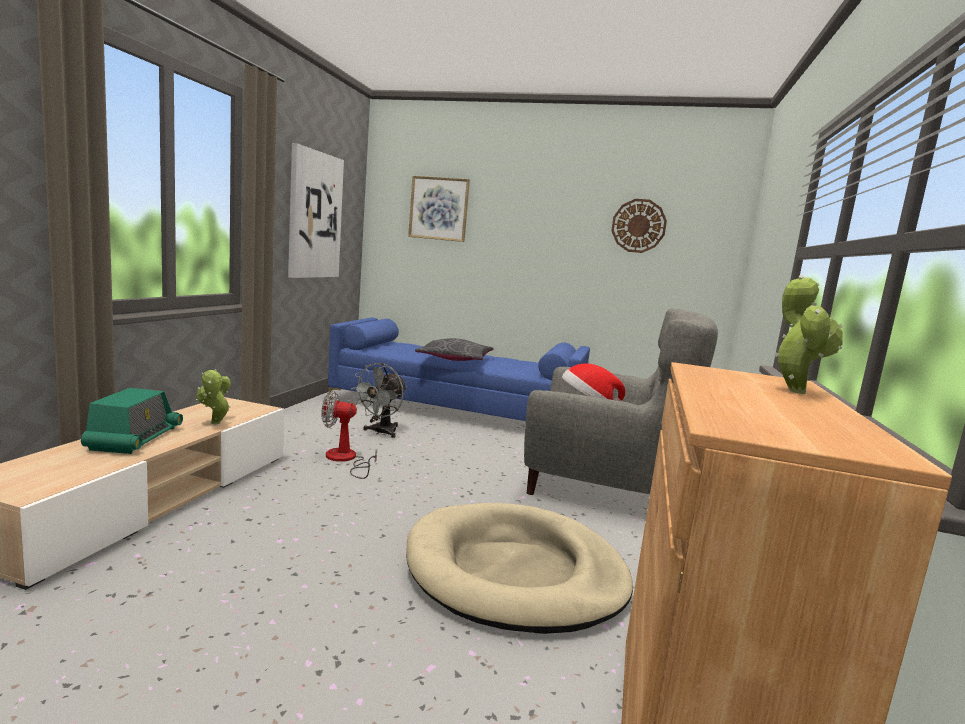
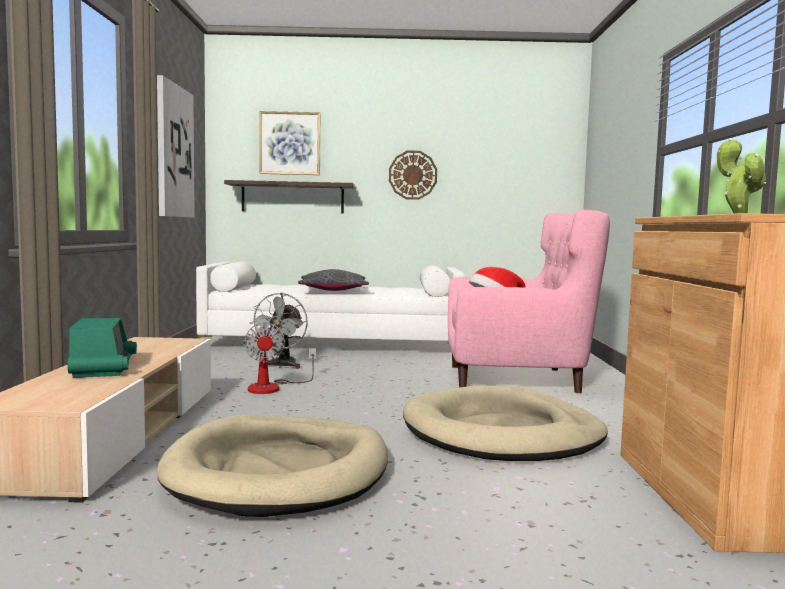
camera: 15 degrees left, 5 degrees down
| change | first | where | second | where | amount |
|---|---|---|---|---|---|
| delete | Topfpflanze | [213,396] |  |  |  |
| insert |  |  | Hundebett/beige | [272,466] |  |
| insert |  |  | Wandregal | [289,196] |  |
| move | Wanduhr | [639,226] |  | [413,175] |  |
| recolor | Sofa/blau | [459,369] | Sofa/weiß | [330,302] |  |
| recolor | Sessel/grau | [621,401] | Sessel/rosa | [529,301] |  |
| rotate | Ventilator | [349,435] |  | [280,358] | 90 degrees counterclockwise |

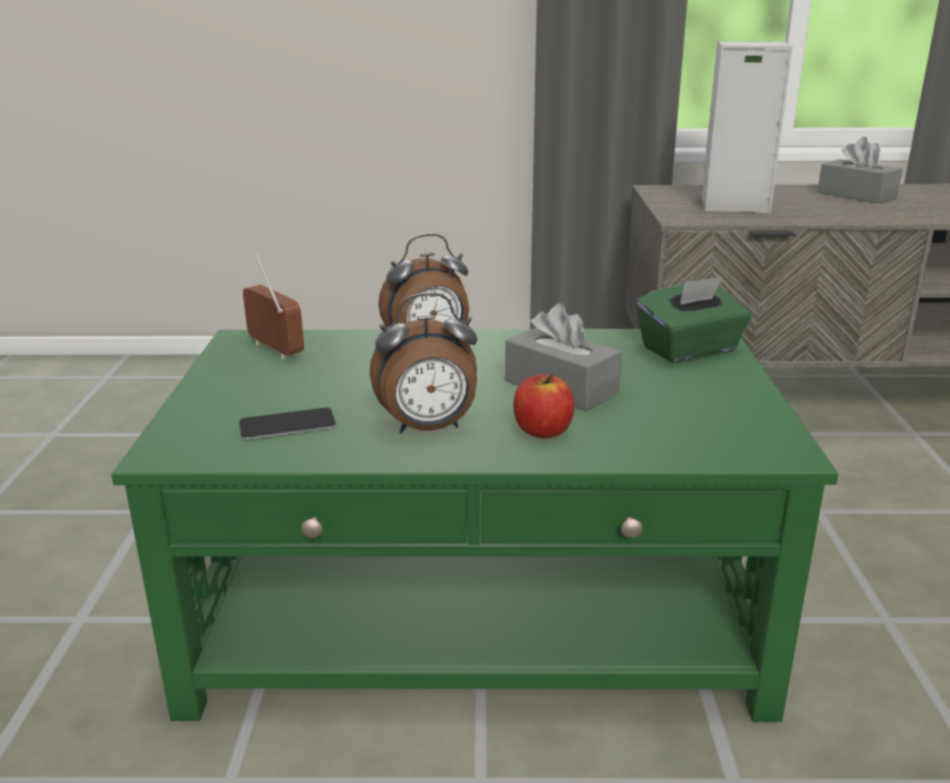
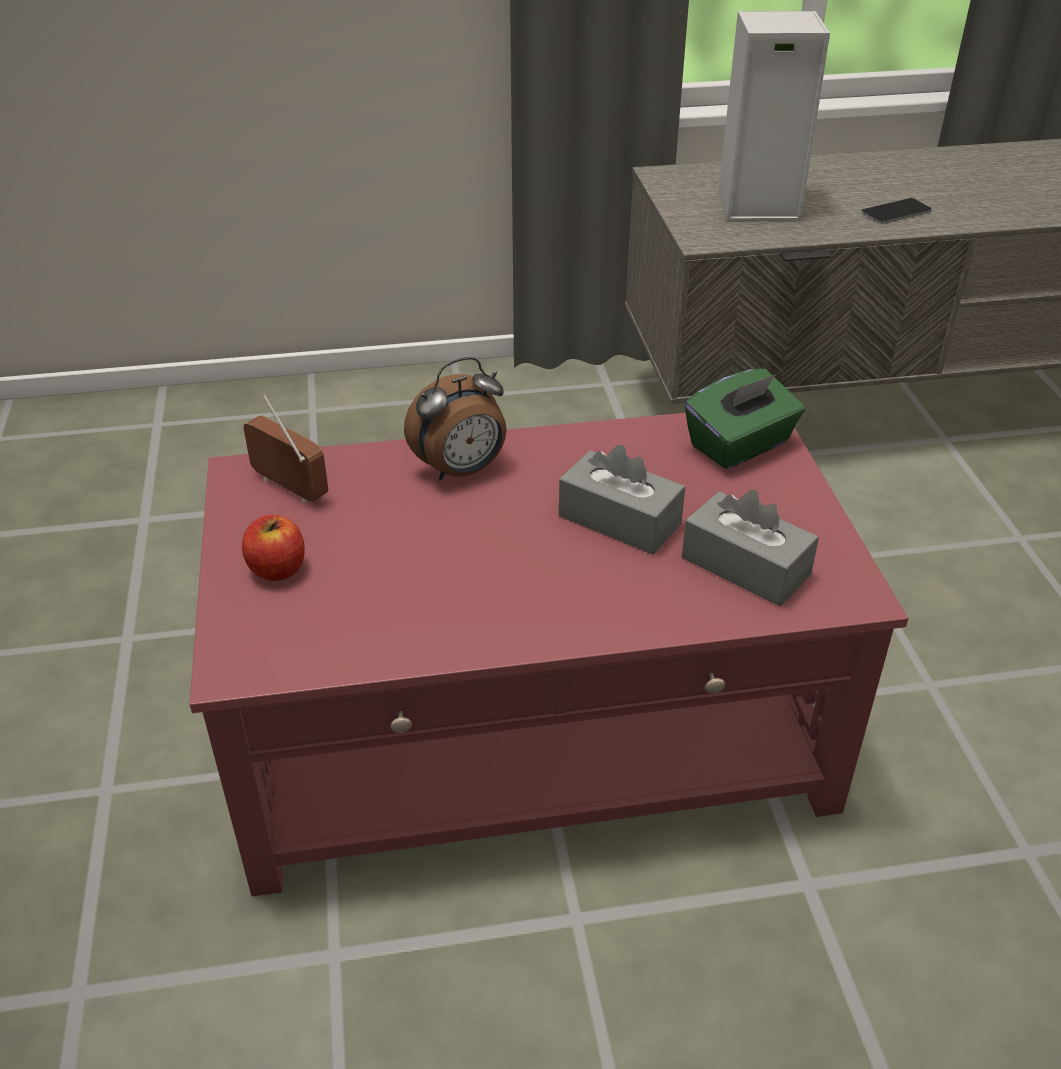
camera: 10 degrees left, 15 degrees up
| change | first | where | second | where | amount |
|---|---|---|---|---|---|
| delete | Wecker | [423,363] |  |  |  |
| move | Handy | [287,423] |  | [897,211] |  |
| move | Apfel | [544,406] |  | [273,548] |  |
| move | Taschentuchbox/grau | [860,170] |  | [750,548] |  |
| recolor | Couchtisch/grün | [474,525] | Couchtisch/rot | [549,655] |  |

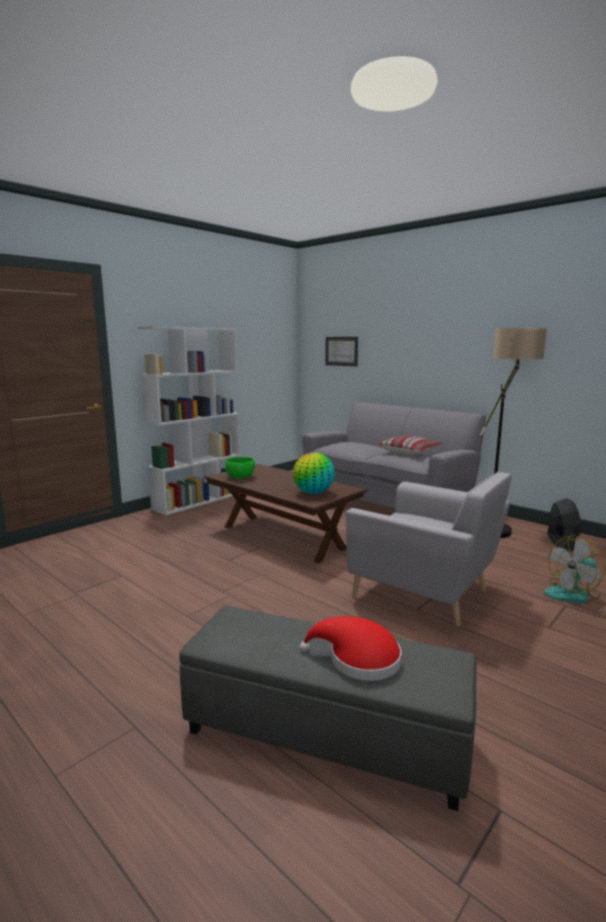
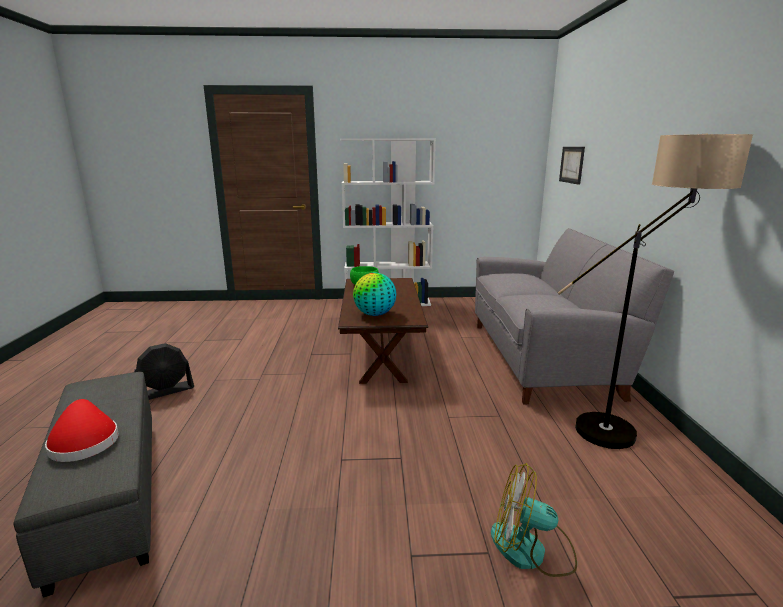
camera: 45 degrees right, 5 degrees up
| change | first | where | second | where | amount |
|---|---|---|---|---|---|
| delete | Sessel/grau | [429,549] |  |  |  |
| delete | Kissen | [409,445] |  |  |  |
| move | Ventilator/schwarz | [564,524] |  | [164,371] |  |

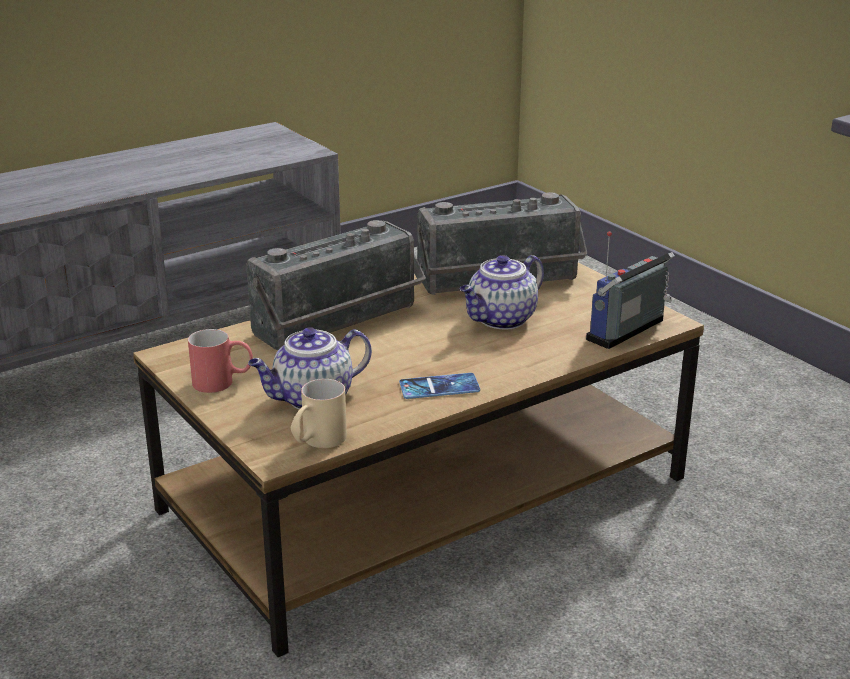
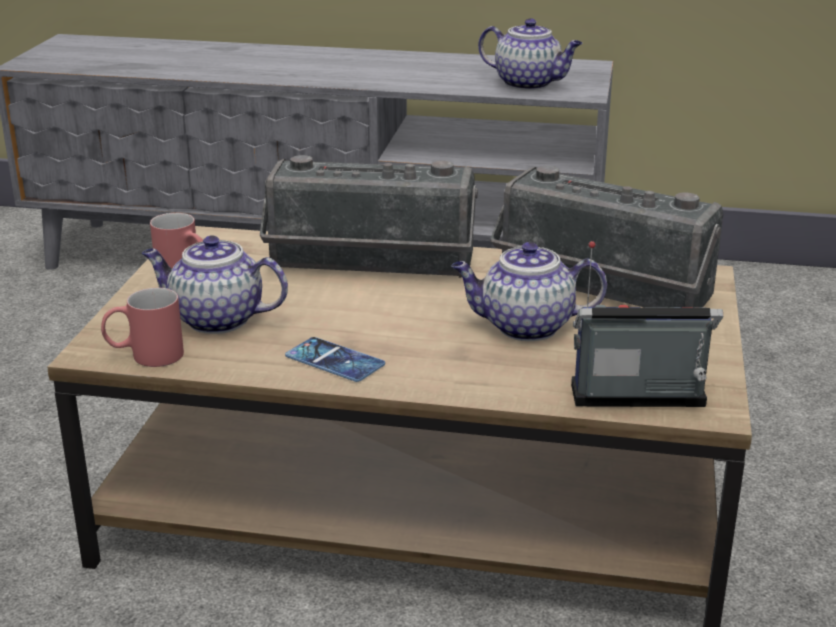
camera: 45 degrees right, 0 degrees up
| change | first | where | second | where | amount |
|---|---|---|---|---|---|
| insert |  |  | Teekanne | [530,54] |  |
| recolor | Henkelbecher/beige | [319,413] | Henkelbecher/rot | [142,327] |  |

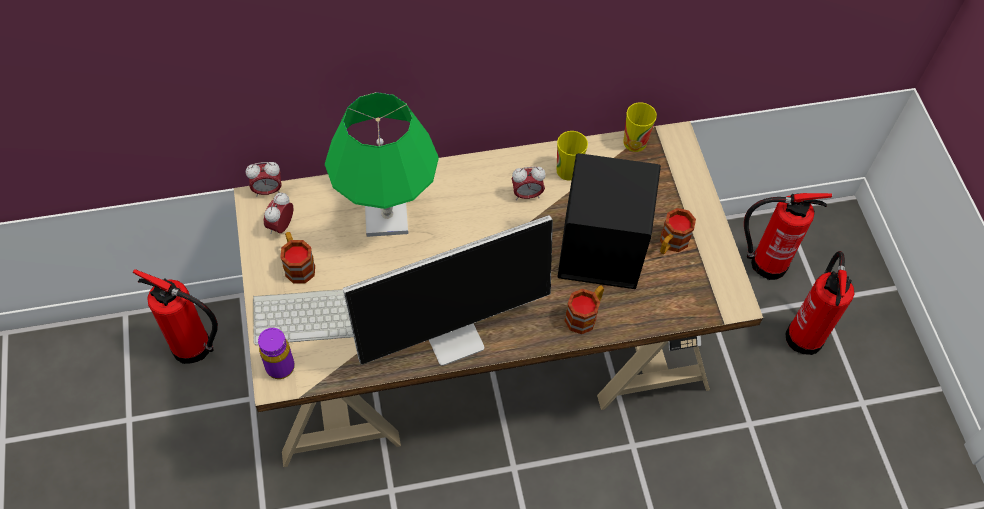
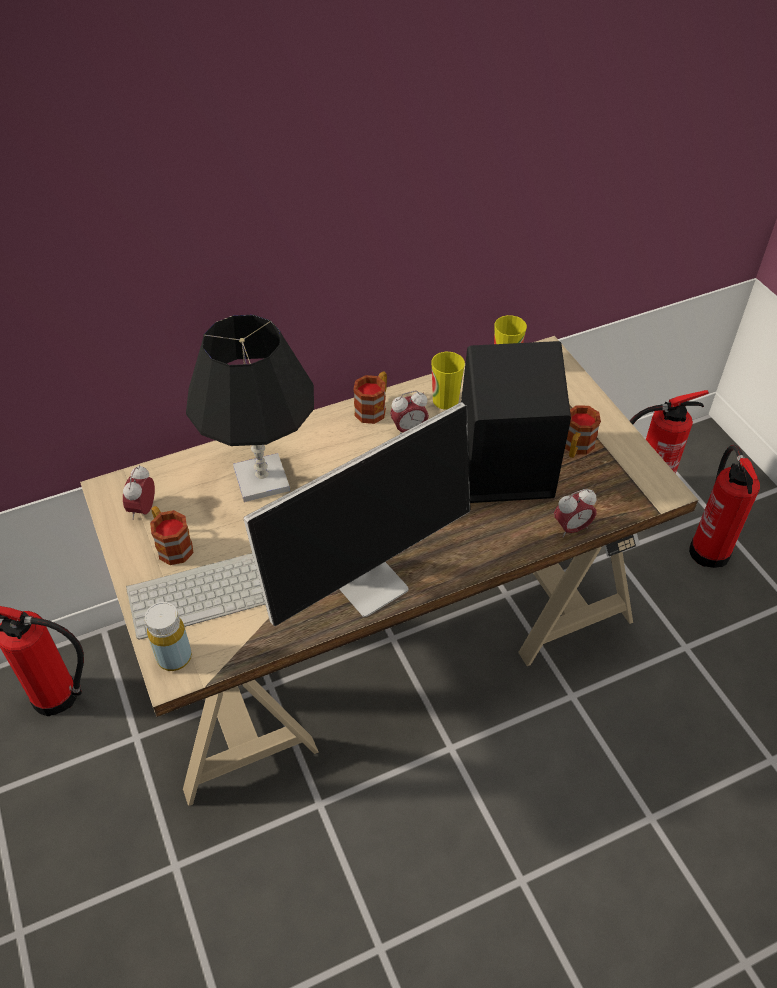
camera: 10 degrees left, 10 degrees down
| change | first | where | second | where | amount |
|---|---|---|---|---|---|
| move | Wecker | [264,179] |  | [575,513] |  |
| move | Henkelbecher | [584,309] |  | [370,397] |  |
| recolor | Flasche/lila | [276,353] | Flasche/gelb | [168,636] |  |
| recolor | Tischlampe/grün | [382,164] | Tischlampe/schwarz | [250,408] |  |

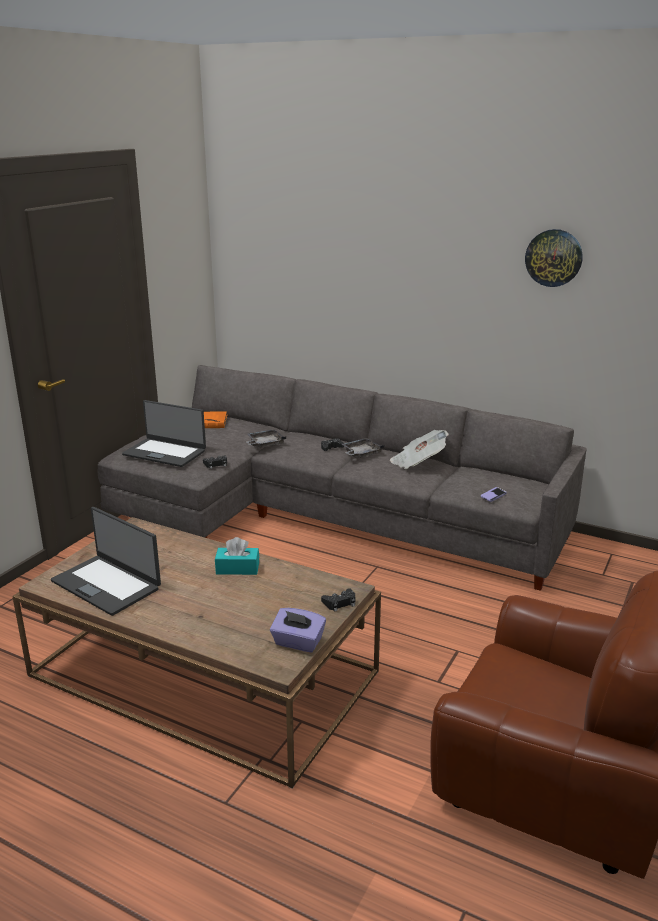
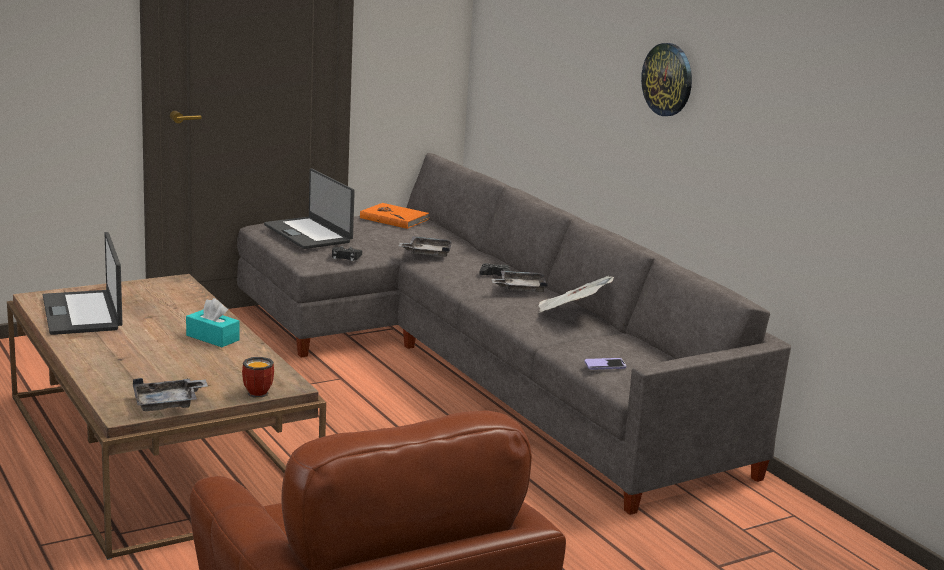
camera: 30 degrees right, 5 degrees down
| change | first | where | second | where | amount |
|---|---|---|---|---|---|
| move | Wanduhr | [554,258] |  | [666,79] |  |
| replace | Taschentuchbox/lila | [298,630] | Tablett/grau | [170,394] |  |
| replace | Gamepad/schwarz | [338,600] | Henkelbecher | [258,377] |  |

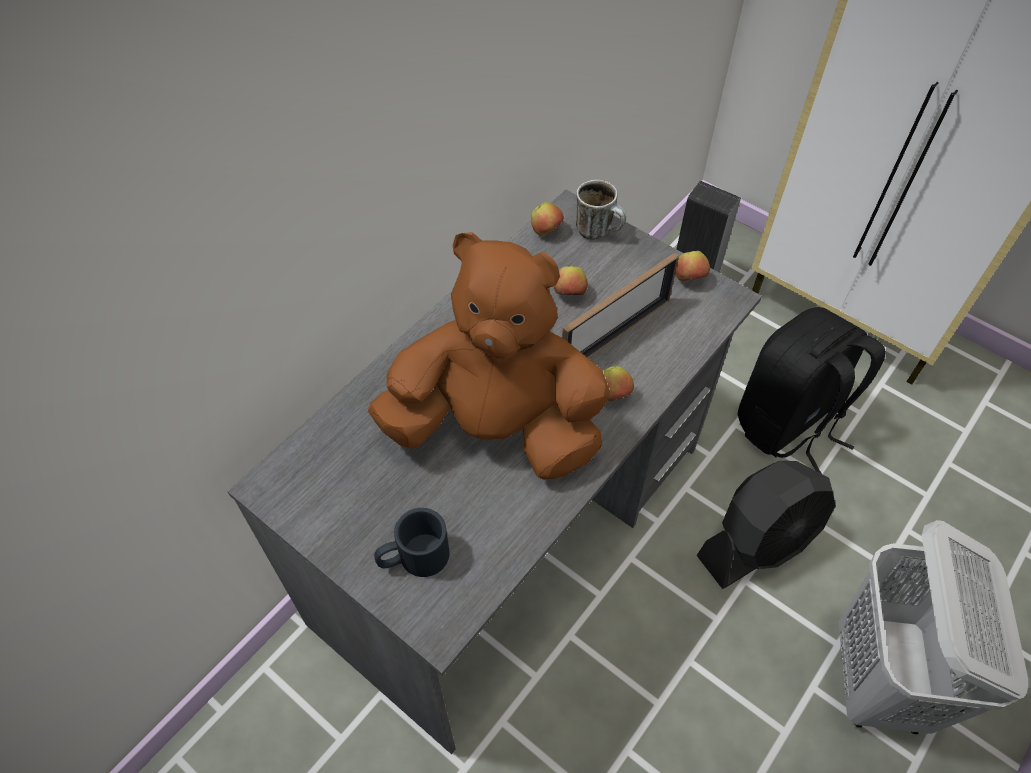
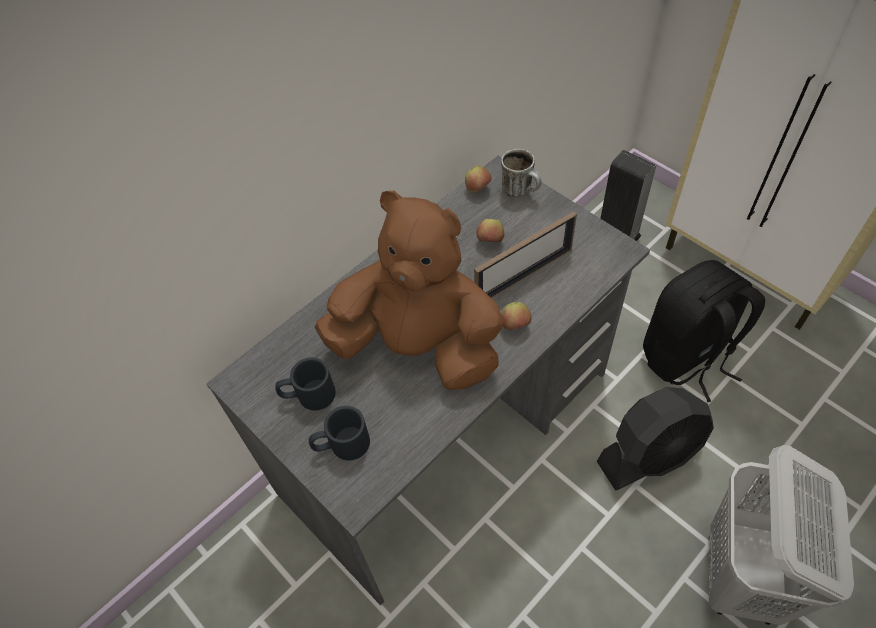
camera: 10 degrees right, 0 degrees up
| change | first | where | second | where | amount |
|---|---|---|---|---|---|
| delete | Apfel | [692,266] |  |  |  |
| insert |  |  | Henkelbecher/schwarz | [305,383] |  |

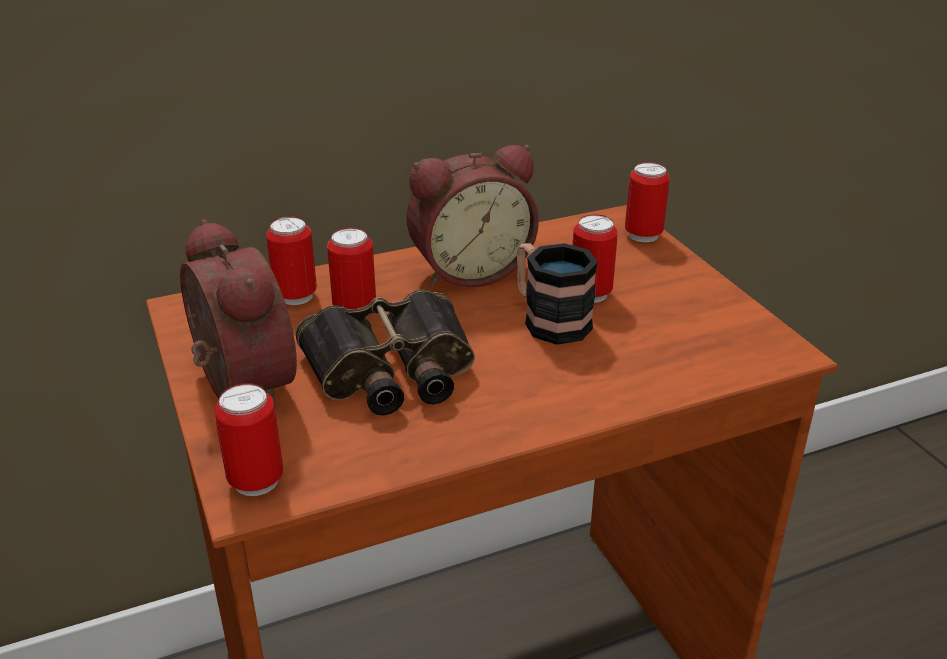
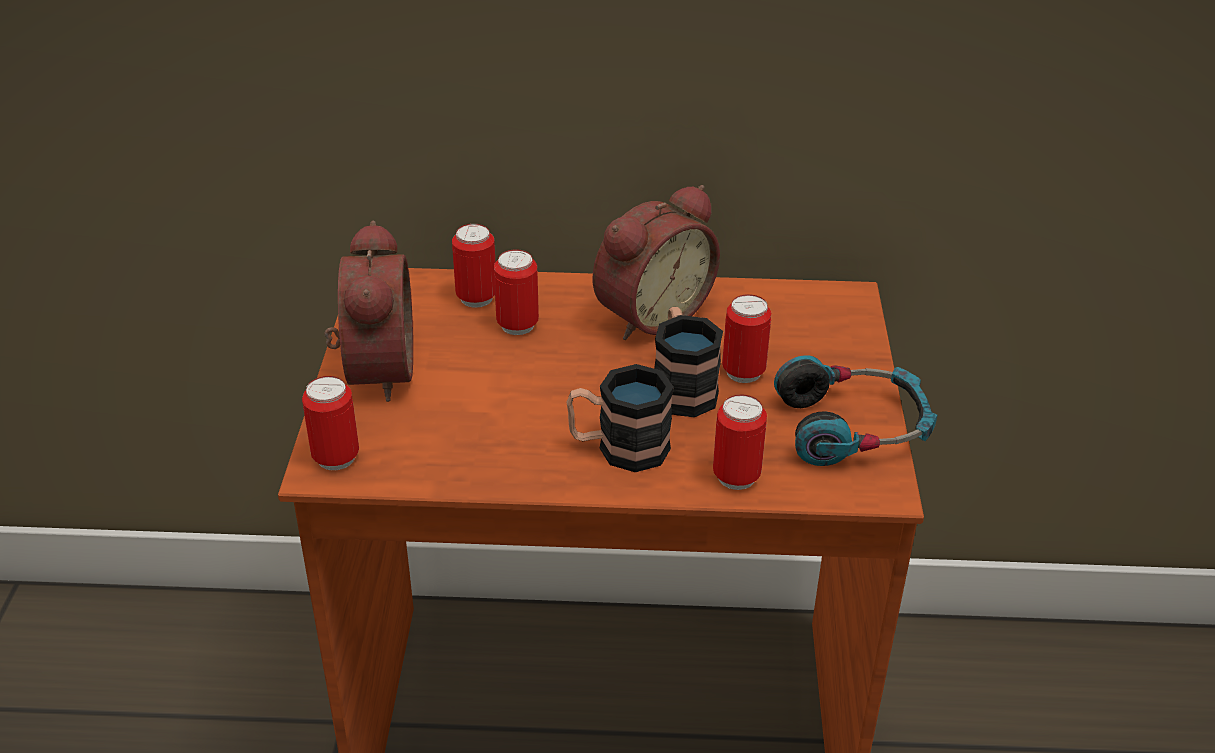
camera: 25 degrees right, 5 degrees up
| change | first | where | second | where | amount |
|---|---|---|---|---|---|
| delete | Fernglas | [385,352] |  |  |  |
| insert |  |  | Henkelbecher | [620,418] |  |
| insert |  |  | Kopfhörer | [855,410] |  |
| move | Dose | [647,202] |  | [740,442] |  |
| rotate | Wecker | [472,216] |  | [656,262] | 45 degrees counterclockwise |

